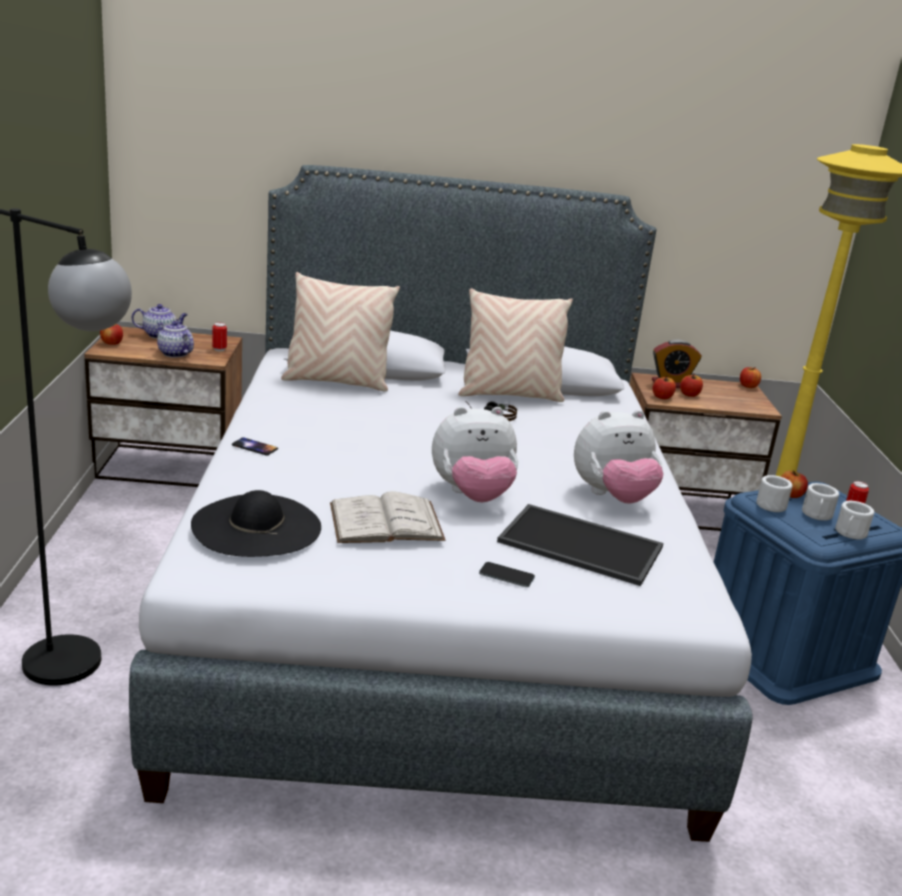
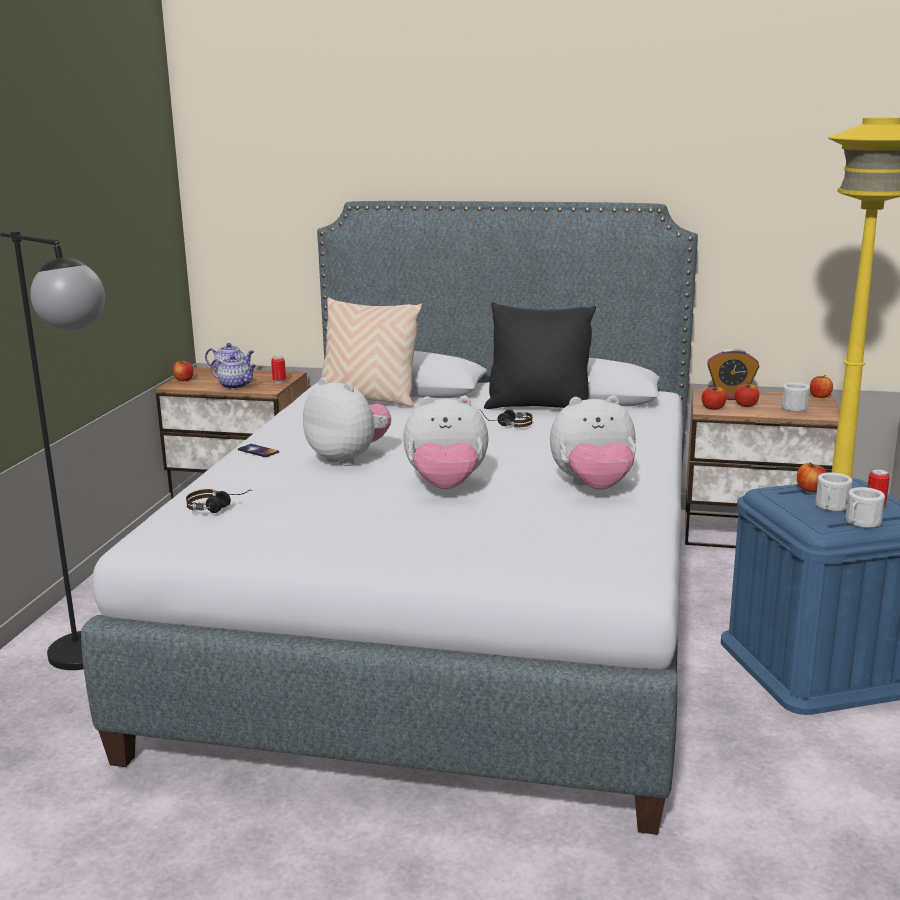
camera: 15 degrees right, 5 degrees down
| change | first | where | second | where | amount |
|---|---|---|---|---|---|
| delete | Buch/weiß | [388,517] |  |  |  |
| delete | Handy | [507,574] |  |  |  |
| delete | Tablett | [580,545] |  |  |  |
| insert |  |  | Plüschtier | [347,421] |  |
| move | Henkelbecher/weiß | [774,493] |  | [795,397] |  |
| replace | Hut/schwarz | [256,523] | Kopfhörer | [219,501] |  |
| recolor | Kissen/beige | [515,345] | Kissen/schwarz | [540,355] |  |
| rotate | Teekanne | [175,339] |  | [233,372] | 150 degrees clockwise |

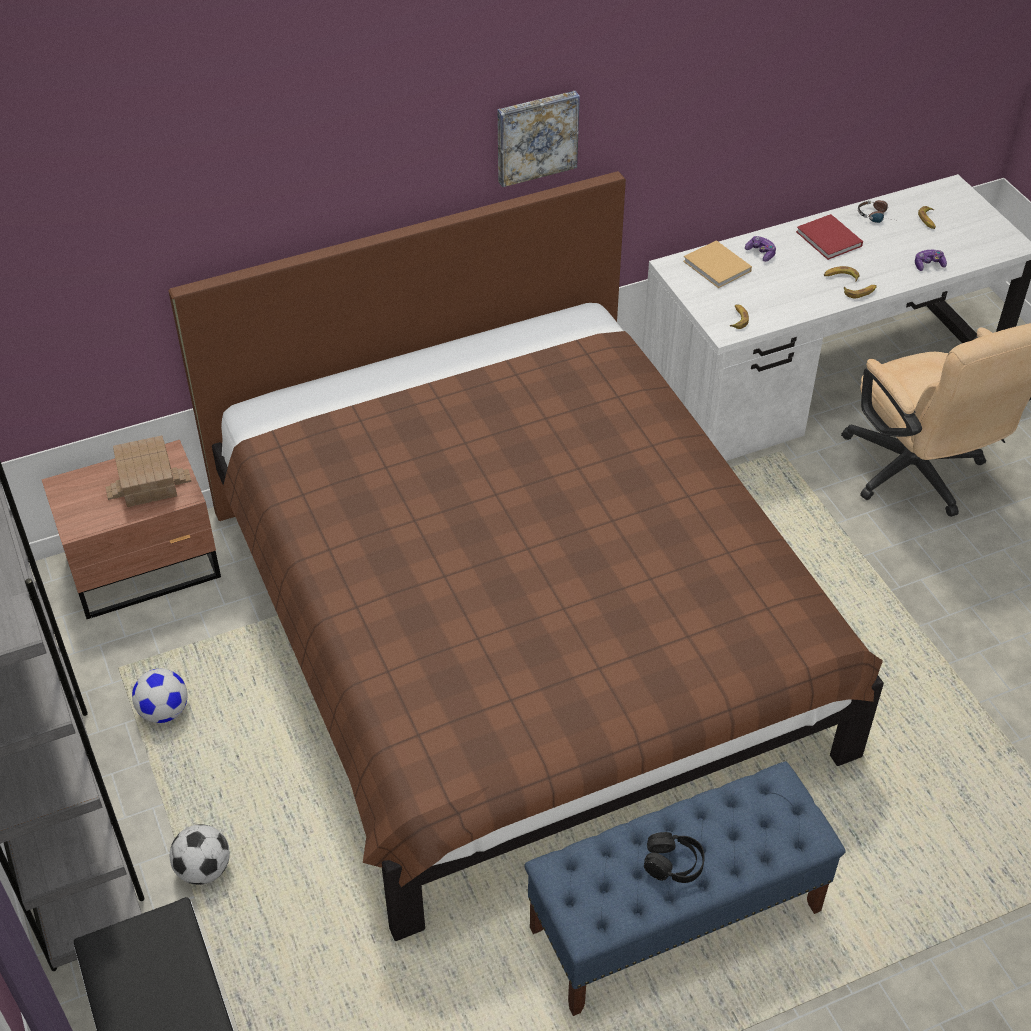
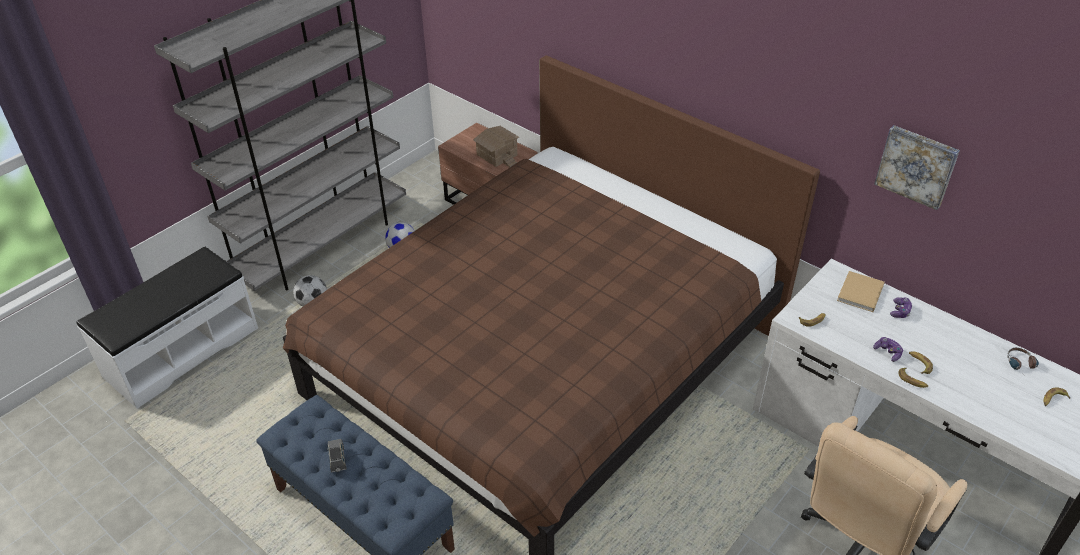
camera: 65 degrees right, 5 degrees down
| change | first | where | second | where | amount |
|---|---|---|---|---|---|
| delete | Buch/rot | [829,237] |  |  |  |
| move | Bild | [539,139] |  | [917,167] |  |
| move | Gamepad | [931,260] |  | [888,349] |  |
| replace | Kopfhörer/schwarz | [674,857] | Spielzeugauto/grau | [337,456] |  |

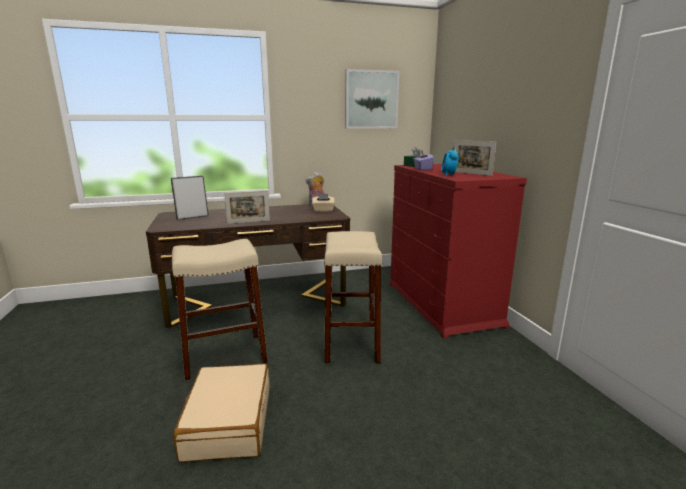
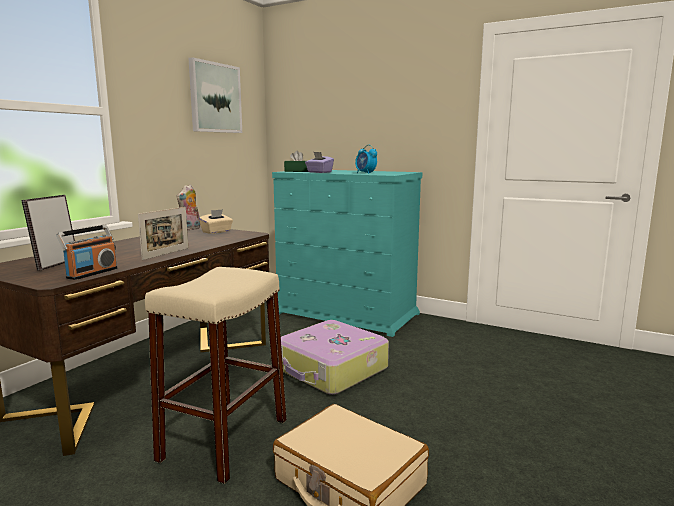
camera: 45 degrees left, 5 degrees down
| change | first | where | second | where | amount |
|---|---|---|---|---|---|
| delete | Bilderrahmen | [475,158] |  |  |  |
| insert |  |  | Radio | [87,252] |  |
| replace | Hocker/beige | [353,297] | Koffer | [335,357] |  |
| recolor | Kommode/rot | [458,251] | Kommode/türkis | [347,253] |  |

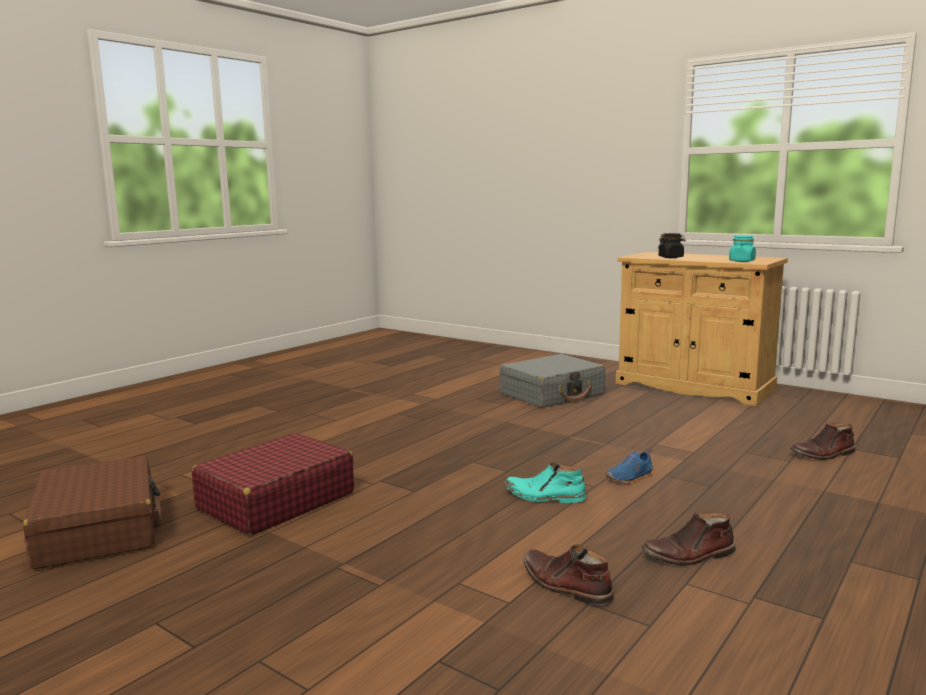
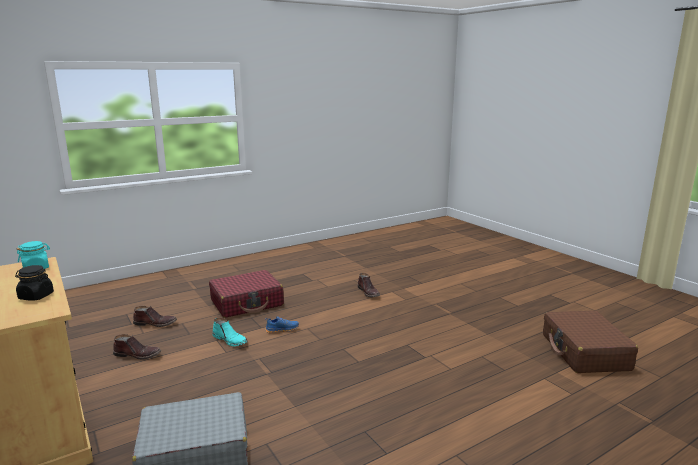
camera: 160 degrees left, 5 degrees up
| change | first | where | second | where | amount |
|---|---|---|---|---|---|
| move | Koffer/rot | [273,484] |  | [246,294] |  |
| move | Stiefel/türkis | [545,482] |  | [230,332] |  |
| move | Stiefel/braun | [688,538] |  | [137,347] |  |

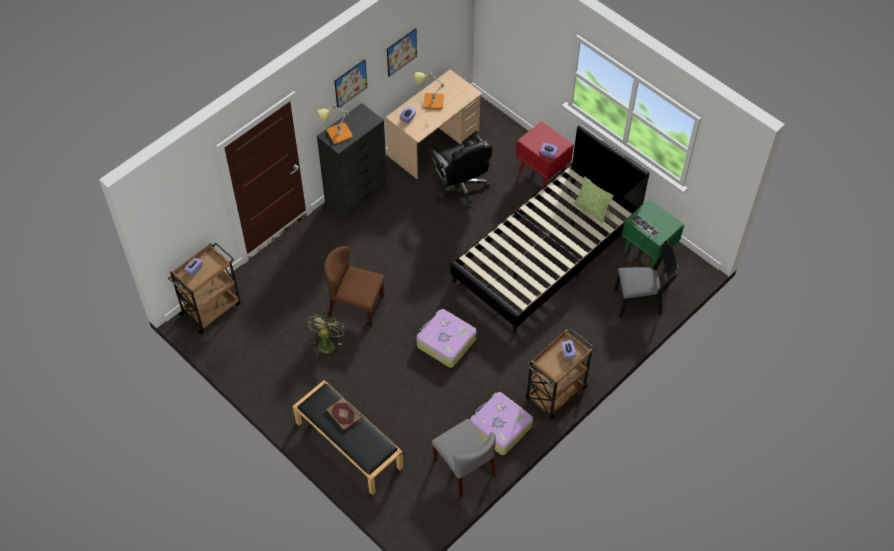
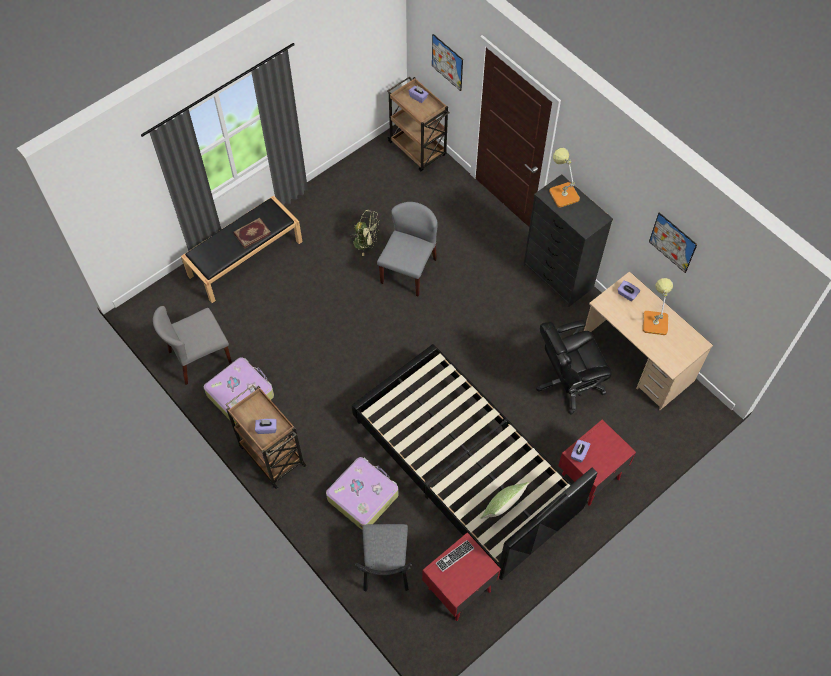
camera: 95 degrees right, 5 degrees up
| change | first | where | second | where | amount |
|---|---|---|---|---|---|
| move | Bild | [350,83] |  | [447,62] |  |
| move | Koffer | [447,338] |  | [362,493] |  |
| recolor | Stuhl/braun | [354,286] | Stuhl/grau | [407,249] |  |
| recolor | Nachttisch/grün | [653,233] | Nachttisch/rot | [461,576] |  |

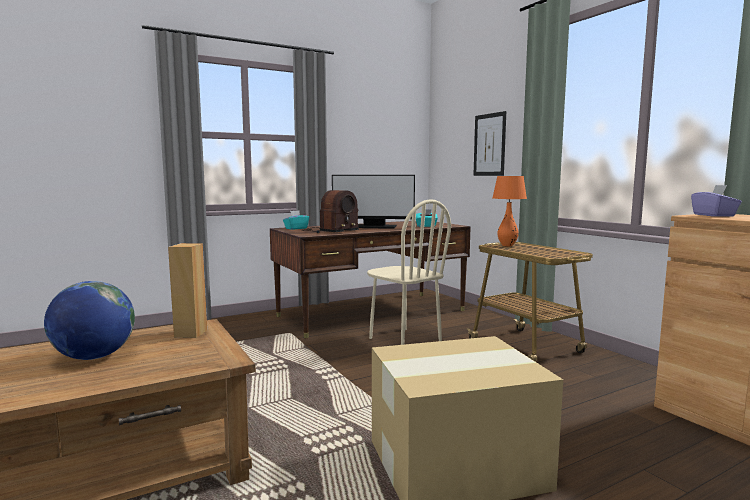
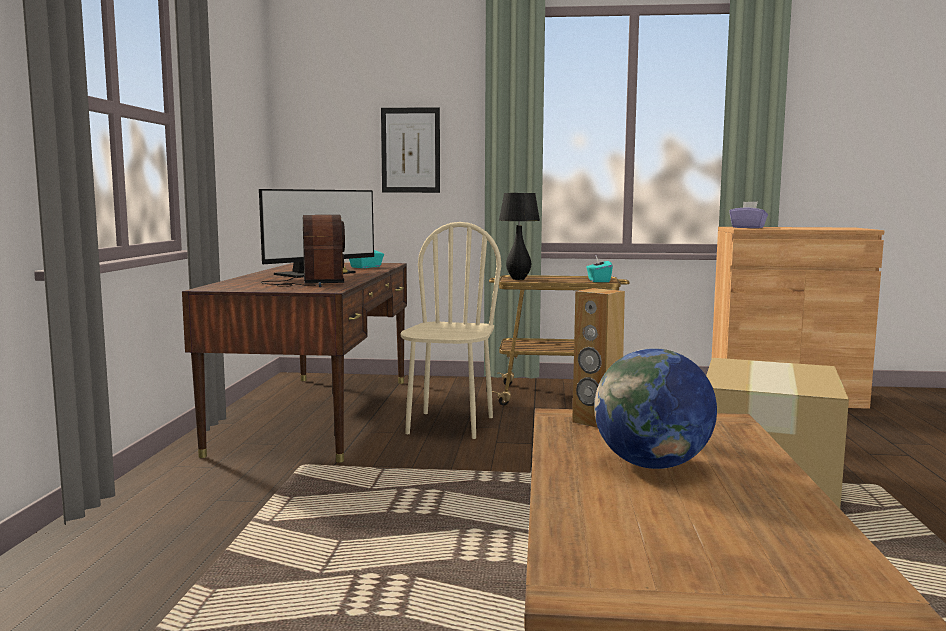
camera: 55 degrees left, 0 degrees up
| change | first | where | second | where | amount |
|---|---|---|---|---|---|
| move | Taschentuchbox/türkis | [296,220] |  | [599,268] |  |
| recolor | Tischlampe/orange | [510,211] | Tischlampe/schwarz | [519,236] |  |
| rotate | Stuhl/beige | [409,272] |  | [450,330] | 75 degrees counterclockwise |

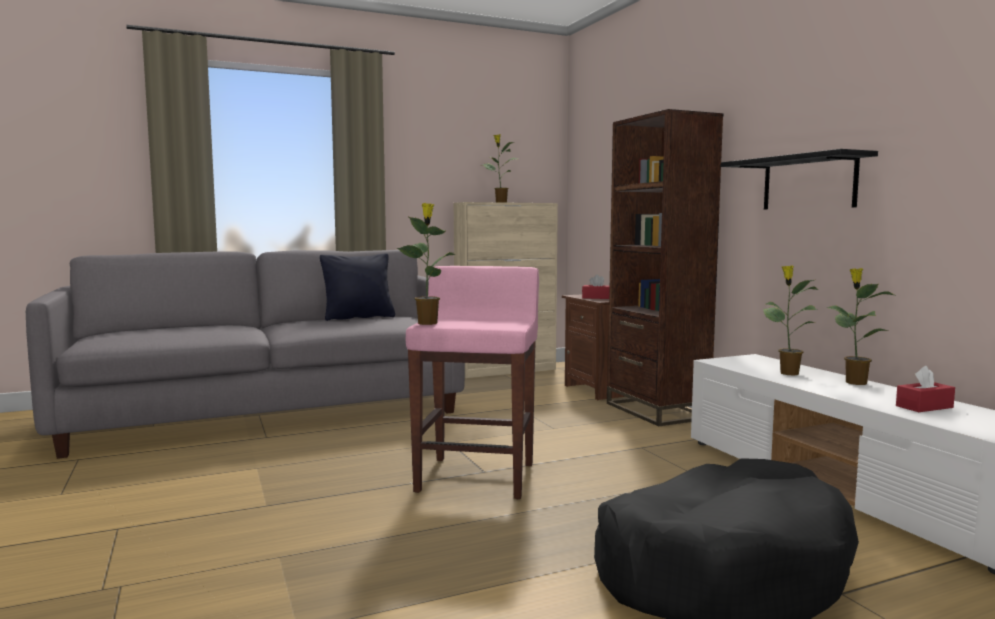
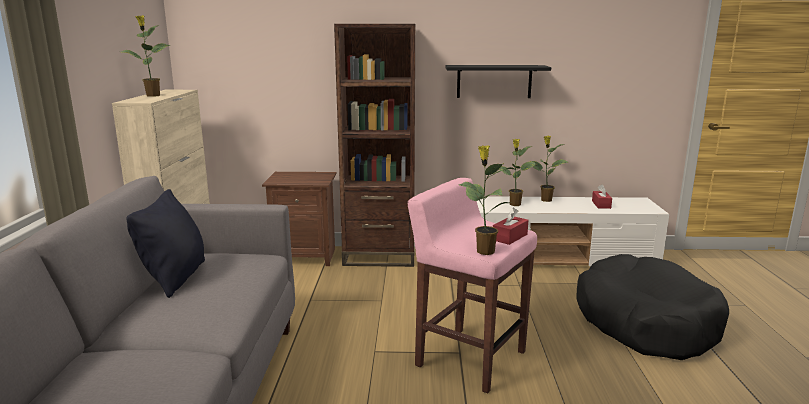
camera: 65 degrees left, 10 degrees up
| change | first | where | second | where | amount |
|---|---|---|---|---|---|
| move | Taschentuchbox/rot | [596,286] |  | [510,226] |  |

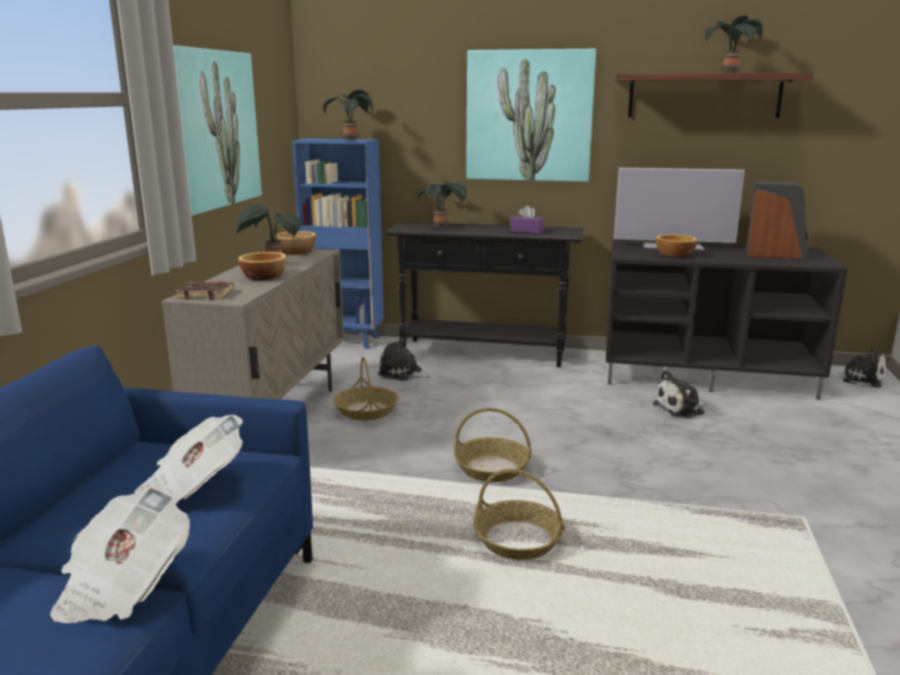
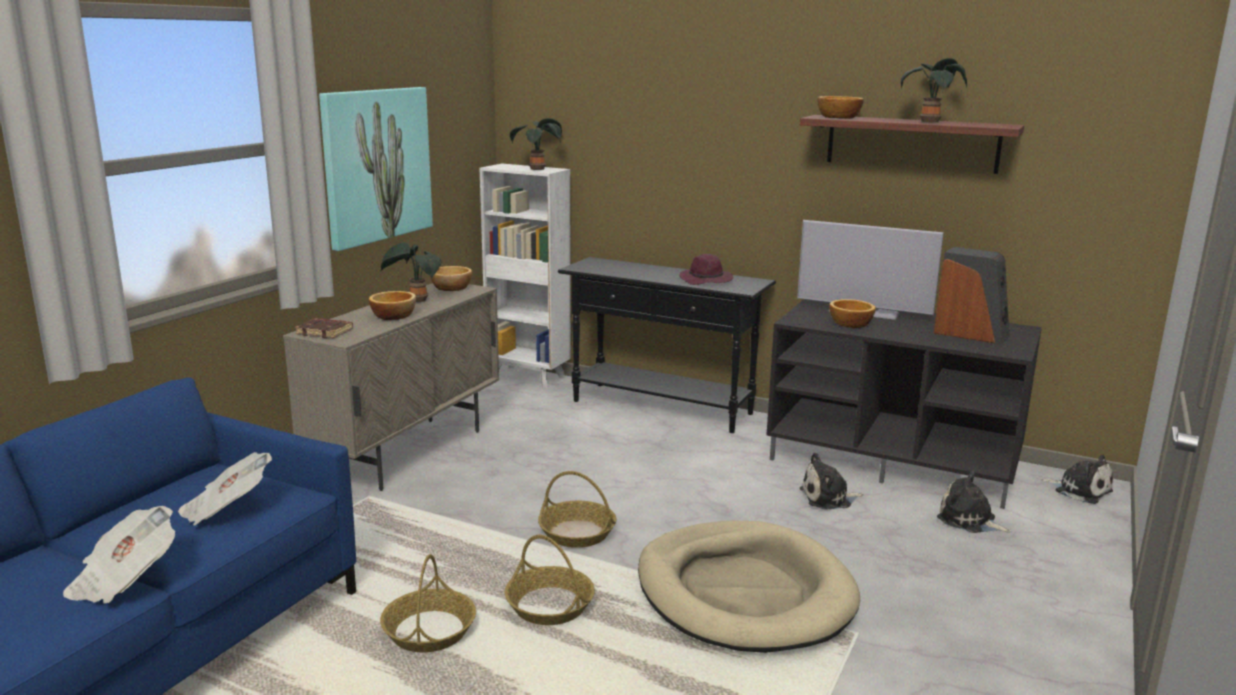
camera: 15 degrees right, 0 degrees up
| change | first | where | second | where | amount |
|---|---|---|---|---|---|
| delete | Topfpflanze | [442,203] |  |  |  |
| delete | Bild | [531,115] |  |  |  |
| insert |  |  | Hundebett/beige | [749,587] |  |
| insert |  |  | Schüssel | [841,107] |  |
| move | Korb | [366,388] |  | [428,603] |  |
| move | Plüschtier | [404,359] |  | [974,502] |  |
| replace | Taschentuchbox/lila | [527,219] | Hut/lila | [706,269] |  |
| recolor | Bücherregal/blau | [338,243] | Bücherregal/weiß | [525,276] |  |

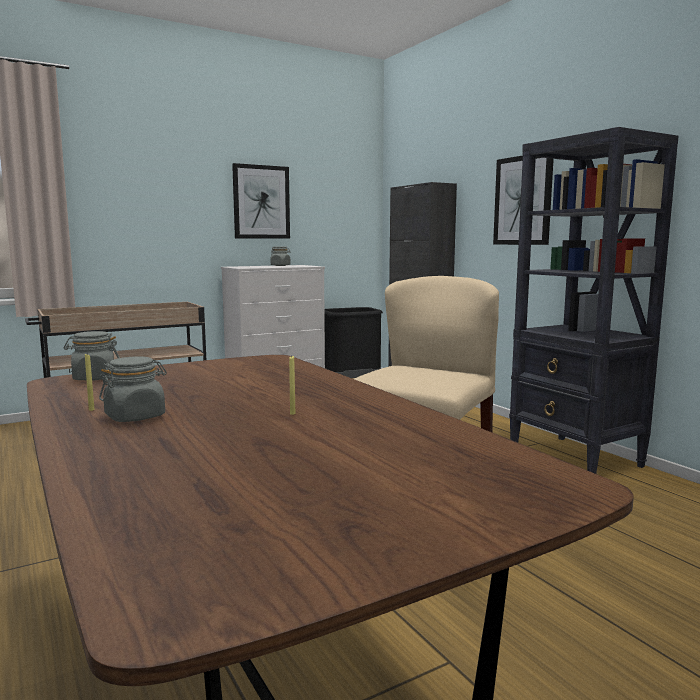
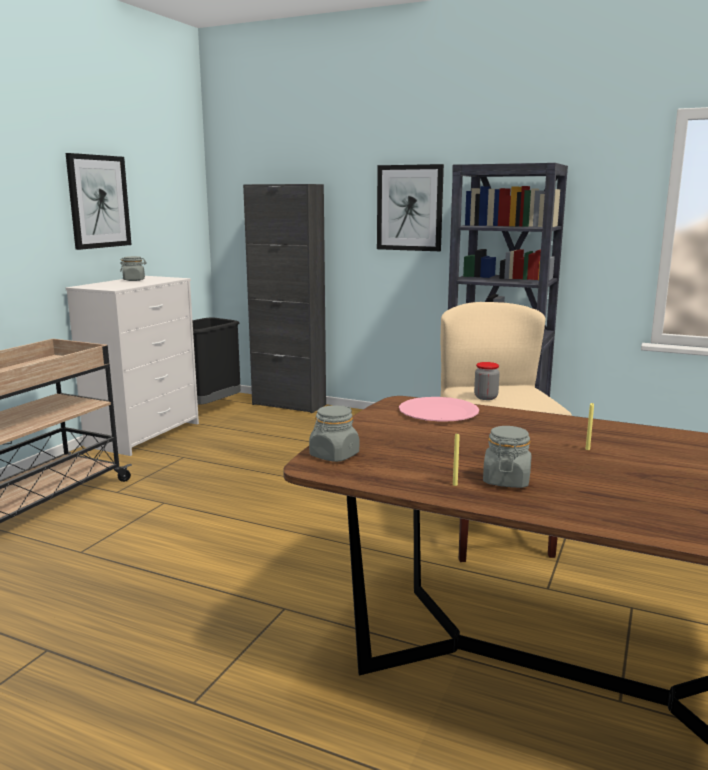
camera: 35 degrees left, 5 degrees up
| change | first | where | second | where | amount |
|---|---|---|---|---|---|
| insert |  |  | Teller/rosa | [439,409] |  |
| insert |  |  | Vorratsglas | [487,381] |  |

